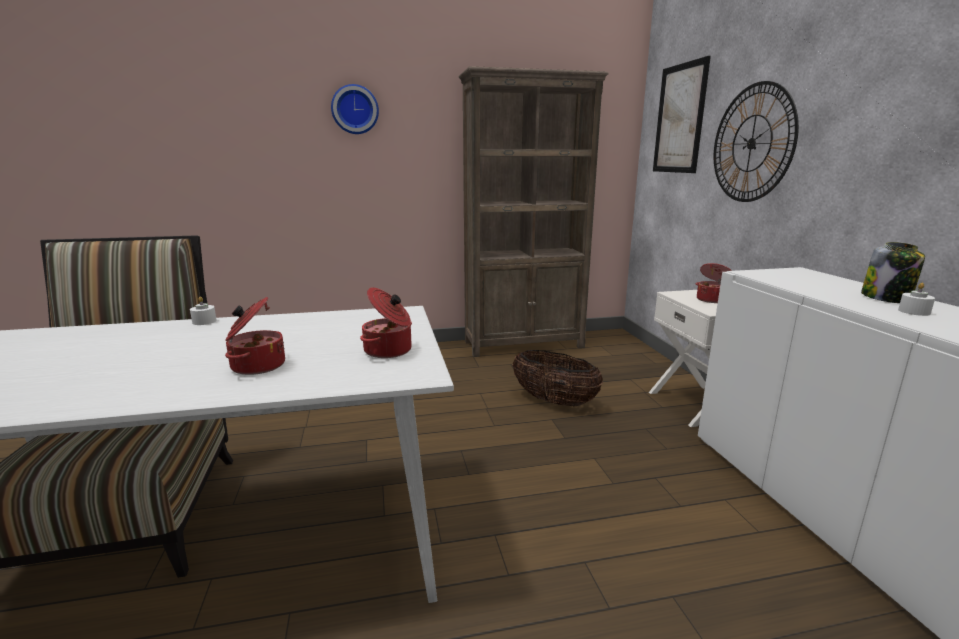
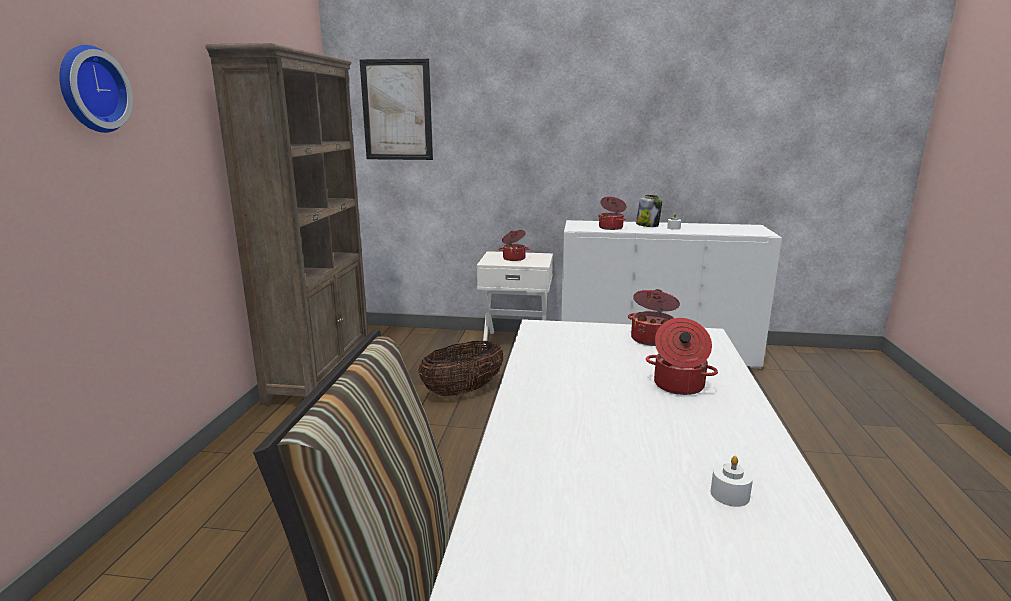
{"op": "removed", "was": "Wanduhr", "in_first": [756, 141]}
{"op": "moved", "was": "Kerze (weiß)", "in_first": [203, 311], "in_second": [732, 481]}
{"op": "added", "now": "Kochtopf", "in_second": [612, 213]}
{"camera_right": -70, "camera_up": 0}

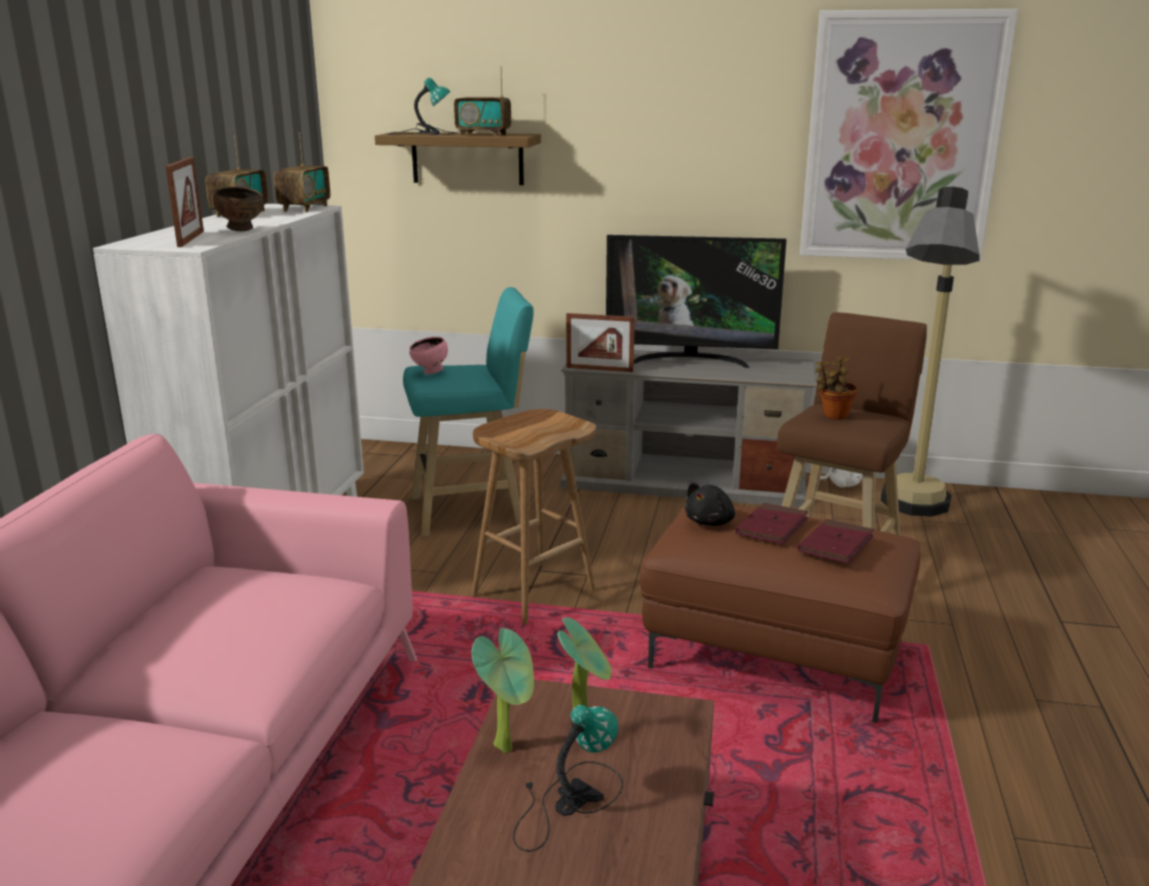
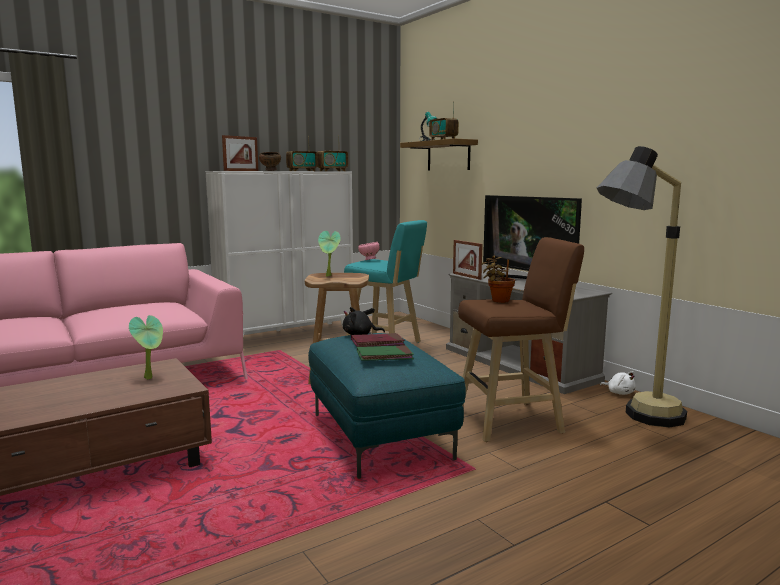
{"op": "removed", "was": "Bild", "in_first": [909, 135]}
{"op": "recoloured", "was": "Polsterhocker (braun)", "now": "Polsterhocker (türkis)", "in_first": [780, 614], "in_second": [387, 406]}
{"op": "recoloured", "was": "Buch (rot)", "now": "Buch (grün)", "in_first": [836, 541], "in_second": [385, 353]}
{"op": "moved", "was": "Topfpflanze", "in_first": [503, 690], "in_second": [329, 254]}
{"op": "removed", "was": "Tischlampe", "in_first": [568, 778]}
{"camera_right": 45, "camera_up": -10}

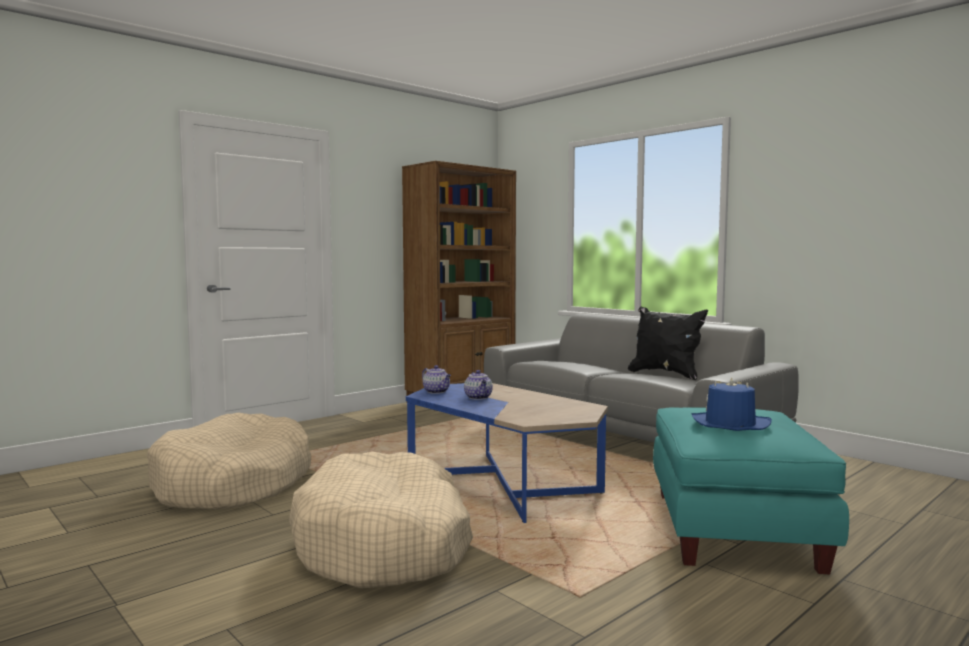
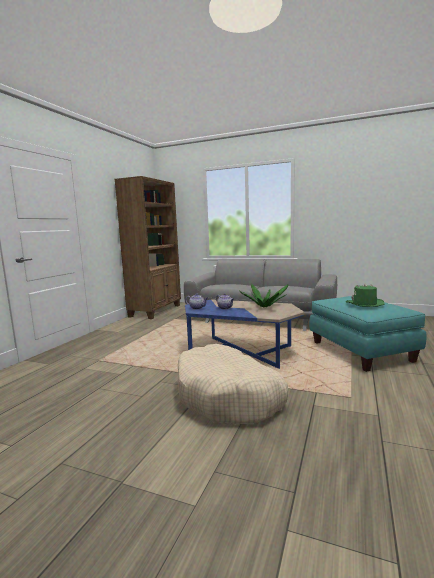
{"op": "removed", "was": "Kissen (schwarz)", "in_first": [668, 343]}
{"op": "recoloured", "was": "Hut (blau)", "now": "Hut (grün)", "in_first": [731, 404], "in_second": [365, 295]}
{"op": "removed", "was": "Hundebett (beige)", "in_first": [229, 460]}
{"op": "added", "now": "Topfpflanze", "in_second": [263, 295]}
{"camera_right": -25, "camera_up": 5}

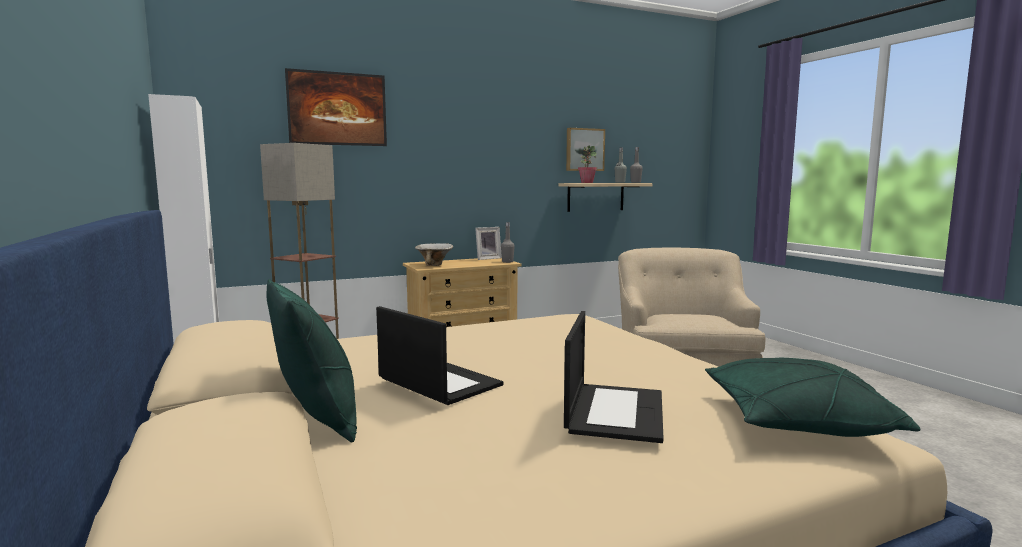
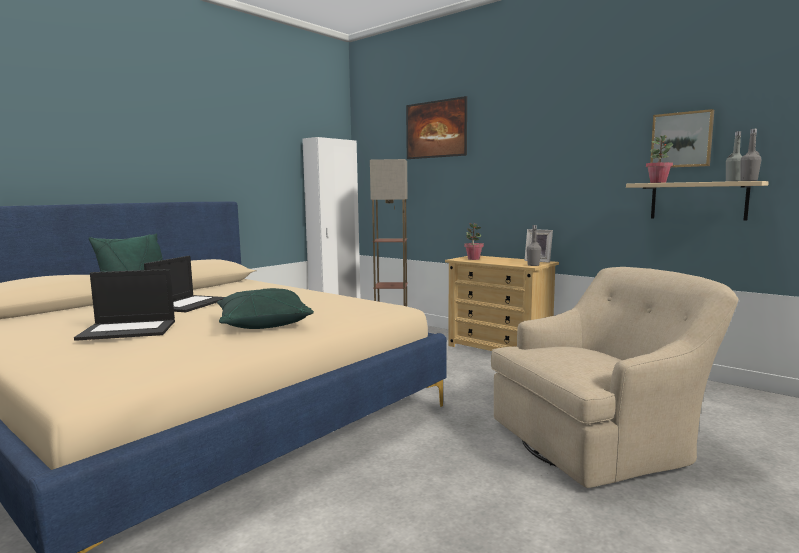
{"op": "replaced", "was": "Schüssel", "now": "Topfpflanze", "in_first": [434, 254], "in_second": [474, 241]}
{"op": "moved", "was": "Kissen (grün)", "in_first": [813, 397], "in_second": [265, 308]}
{"camera_right": 65, "camera_up": 0}

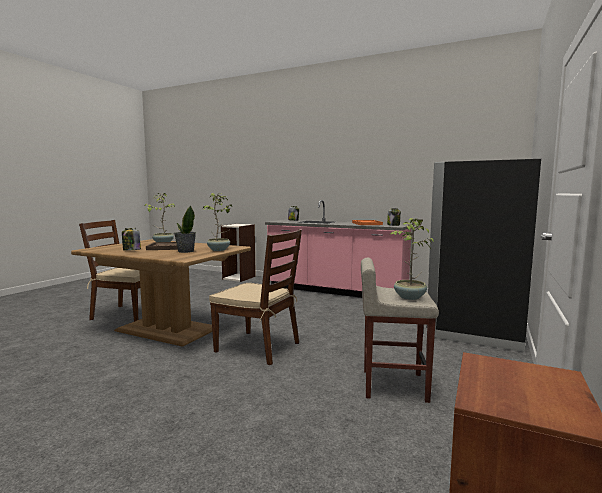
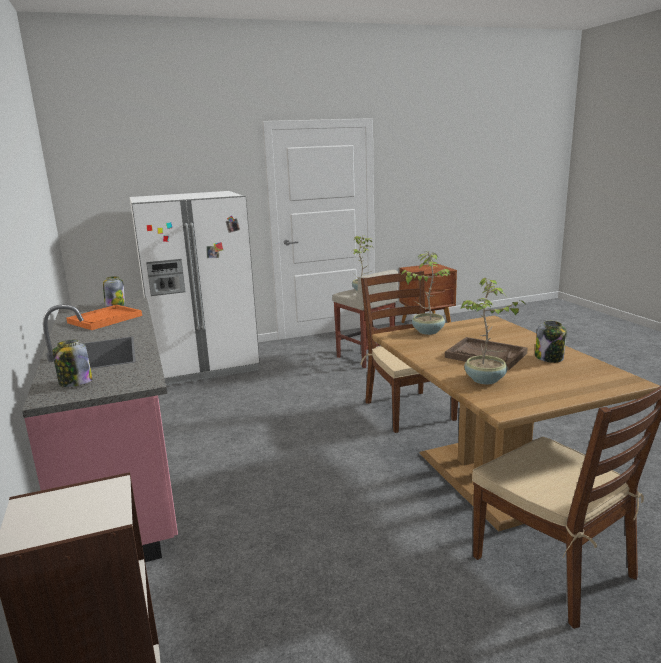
{"op": "recoloured", "was": "Kühlschrank (schwarz)", "now": "Kühlschrank (weiß)", "in_first": [483, 255], "in_second": [195, 288]}
{"op": "removed", "was": "Topfpflanze", "in_first": [185, 229]}
{"camera_right": -135, "camera_up": 10}

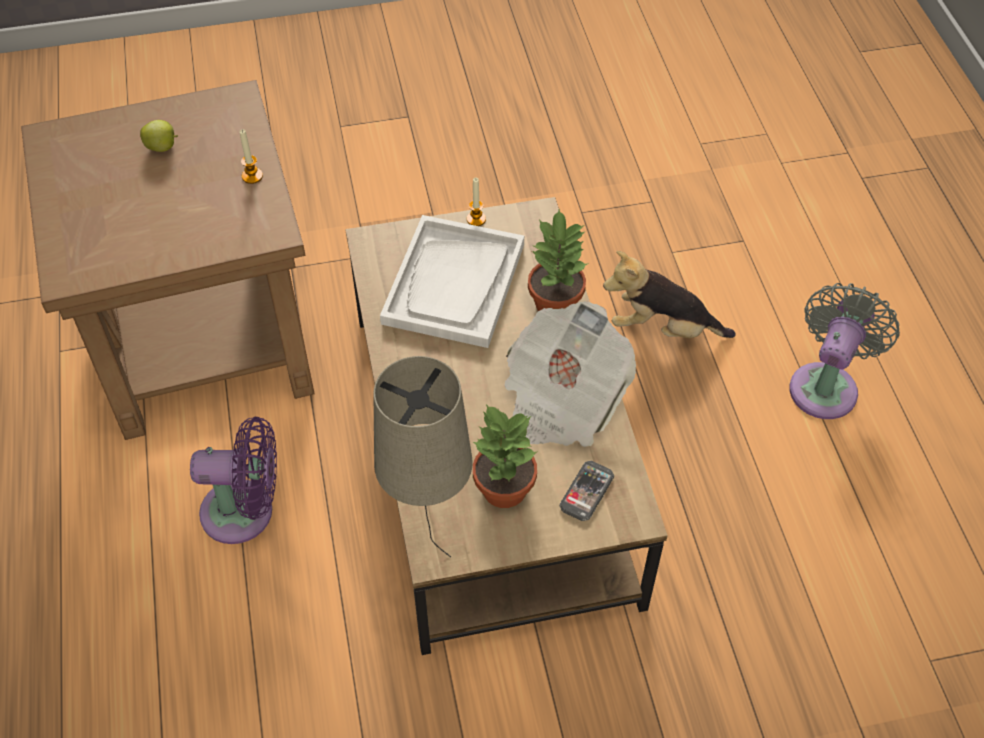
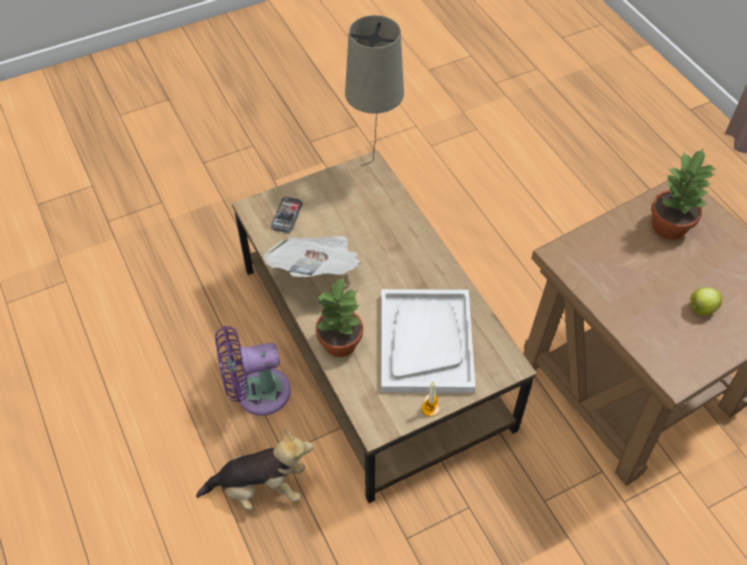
{"op": "removed", "was": "Kerze", "in_first": [251, 156]}
{"op": "removed", "was": "Ventilator (grau)", "in_first": [844, 351]}
{"op": "moved", "was": "Topfpflanze", "in_first": [505, 456], "in_second": [684, 194]}
{"op": "moved", "was": "Ventilator (lila)", "in_first": [233, 480], "in_second": [253, 371]}
{"camera_right": 165, "camera_up": 0}

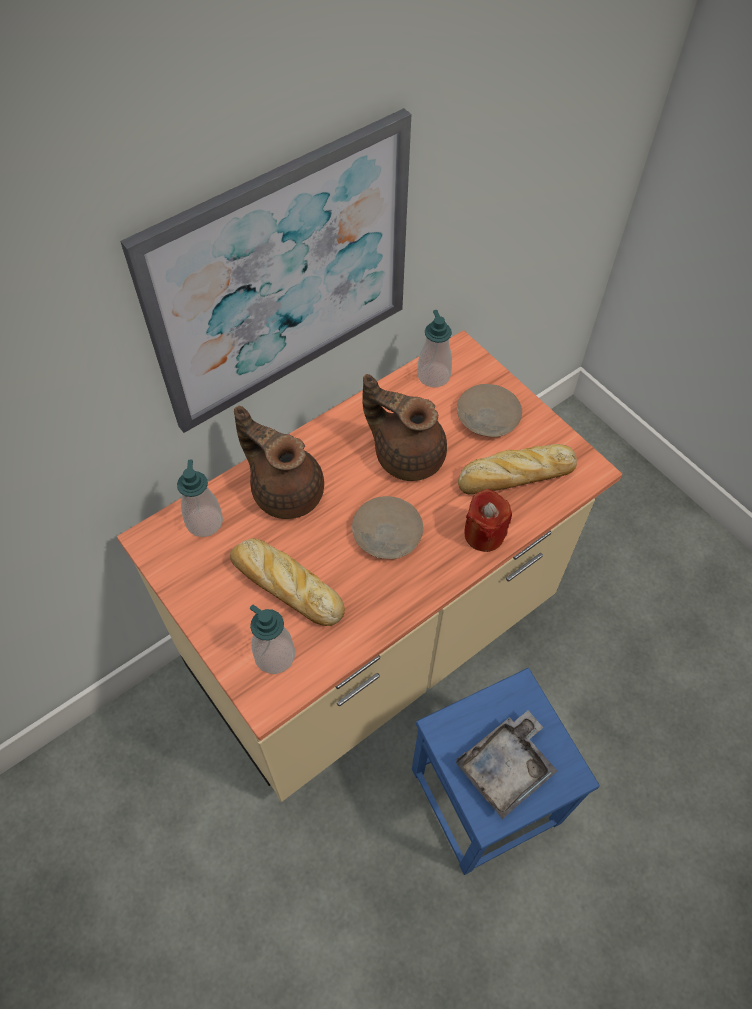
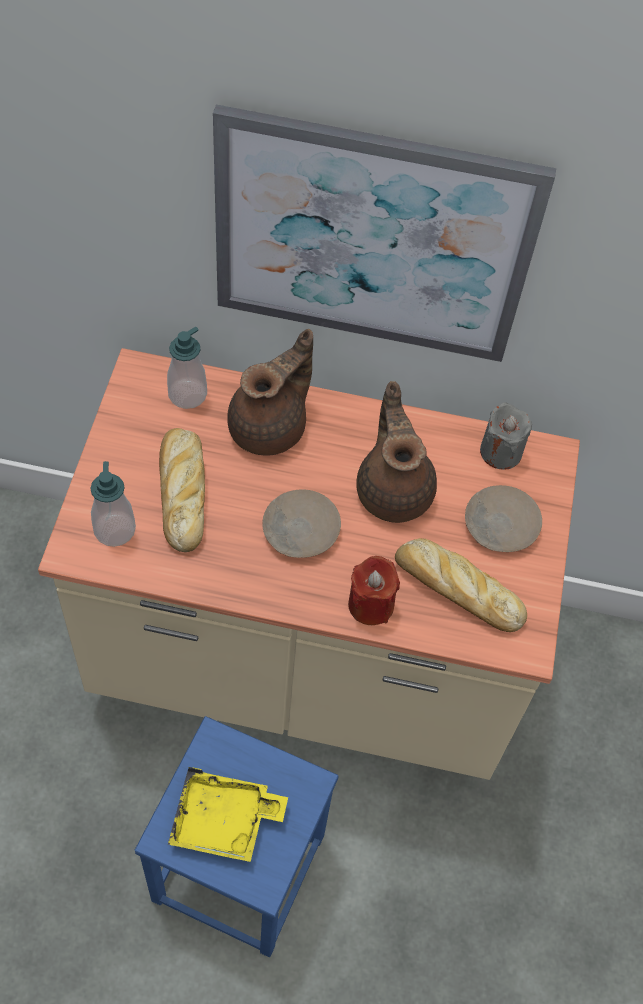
{"op": "replaced", "was": "Seifenspender", "now": "Kerze (grau)", "in_first": [434, 348], "in_second": [506, 435]}
{"op": "turned", "was": "Teekanne (braun)", "in_first": [279, 462], "in_second": [270, 392], "clockwise": 45}
{"op": "recoloured", "was": "Tablett (grau)", "now": "Tablett (gelb)", "in_first": [506, 765], "in_second": [228, 814]}
{"camera_right": 45, "camera_up": 0}

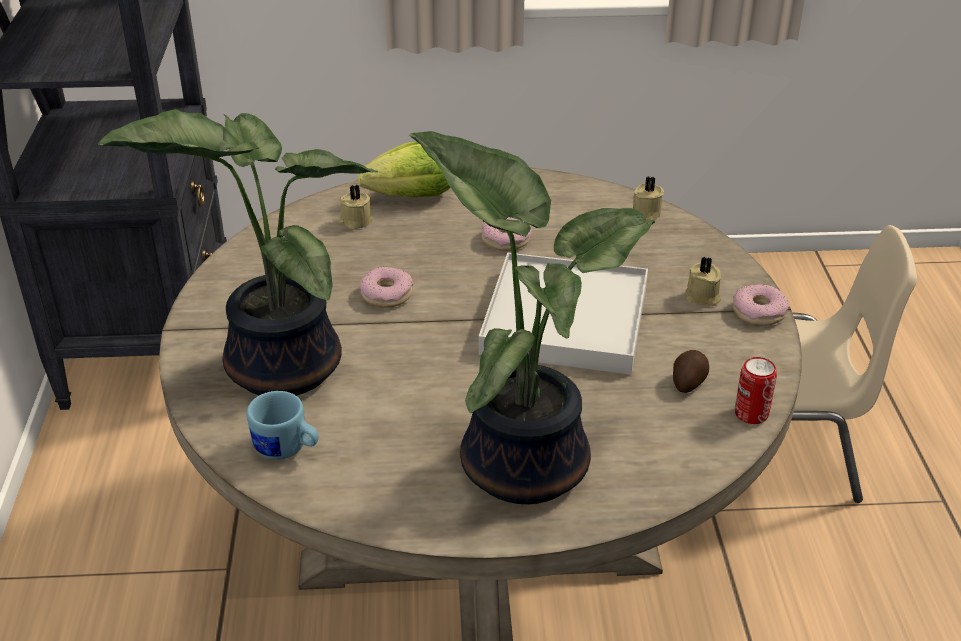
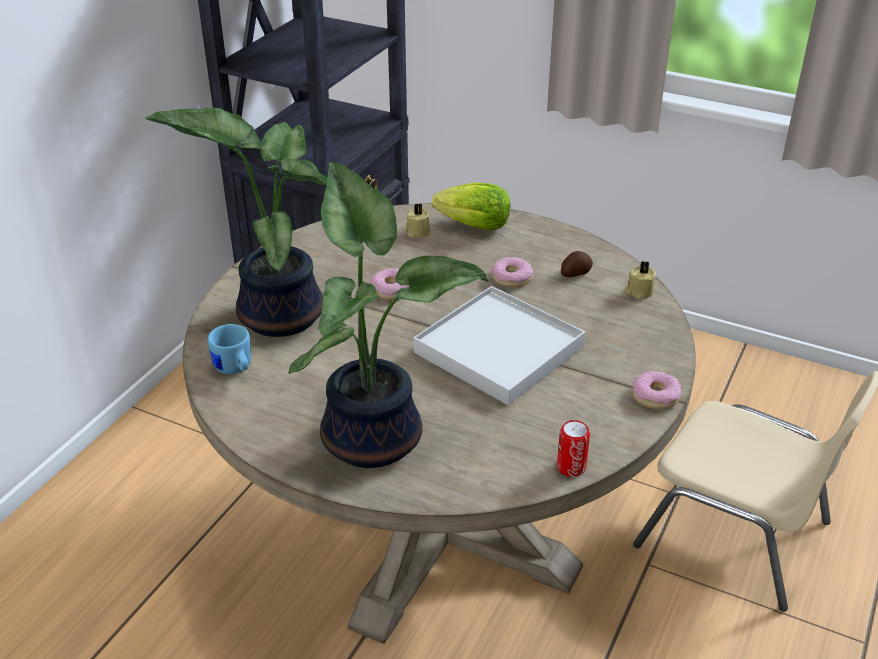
{"op": "removed", "was": "Kerze (beige)", "in_first": [703, 281]}
{"op": "moved", "was": "Kartoffel", "in_first": [691, 371], "in_second": [577, 264]}
{"camera_right": 30, "camera_up": 0}

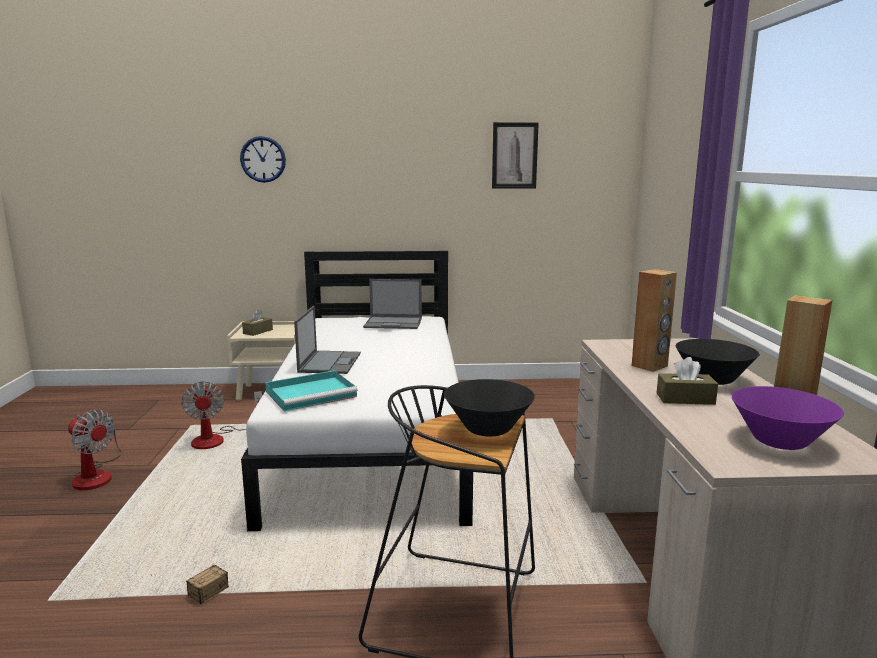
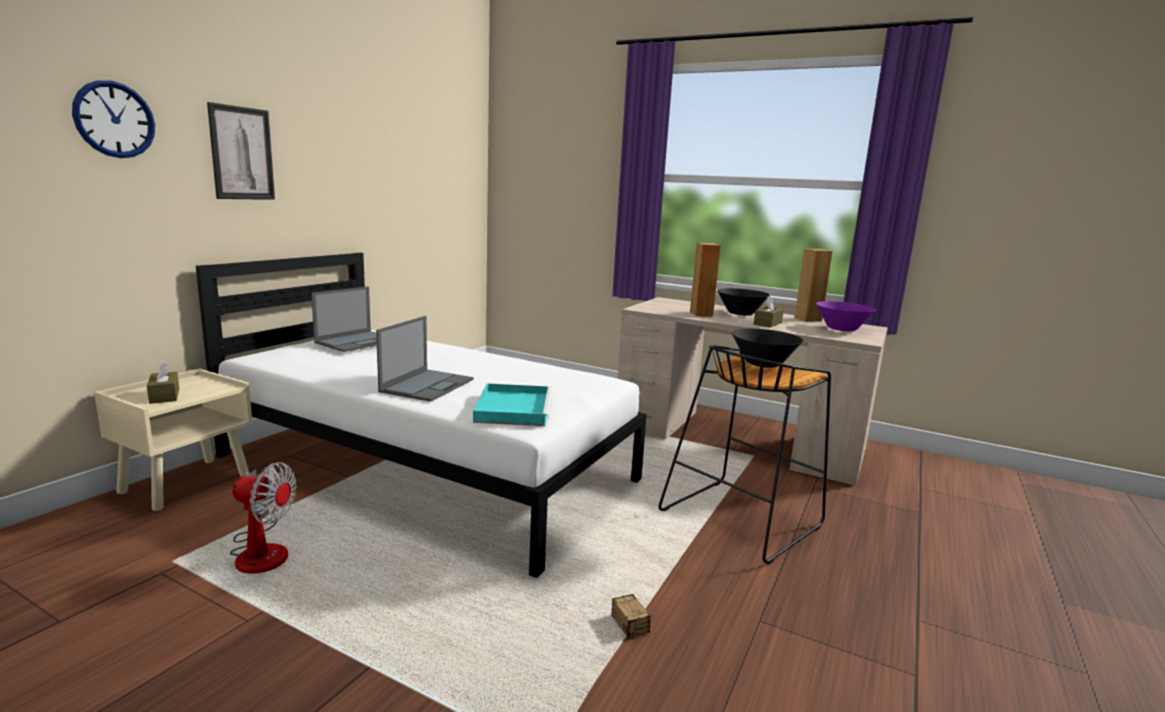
{"op": "moved", "was": "Bild", "in_first": [515, 155], "in_second": [241, 151]}
{"op": "turned", "was": "Laptop", "in_first": [327, 340], "in_second": [425, 359], "clockwise": 75}
{"op": "removed", "was": "Ventilator", "in_first": [95, 449]}
{"camera_right": -60, "camera_up": 0}

